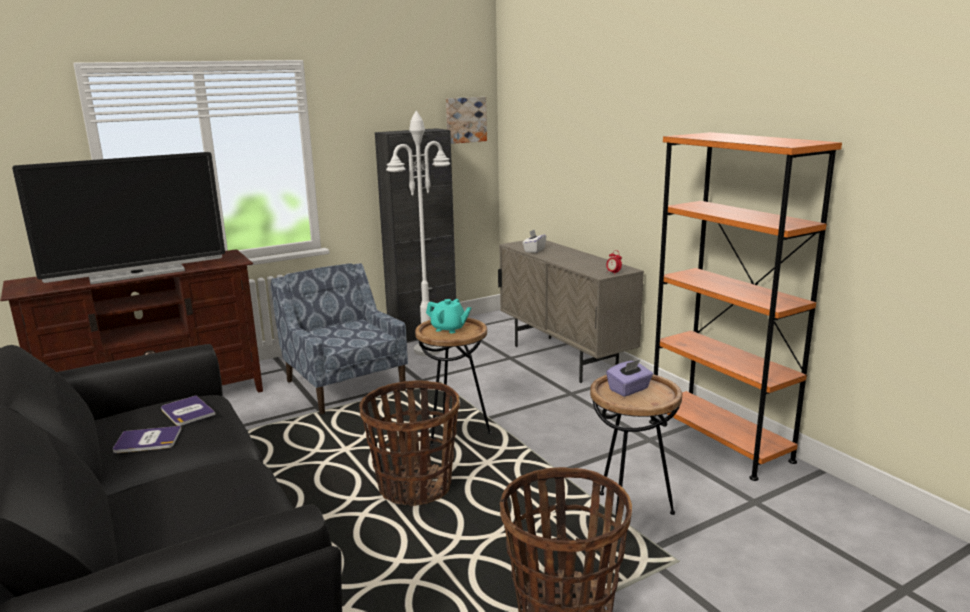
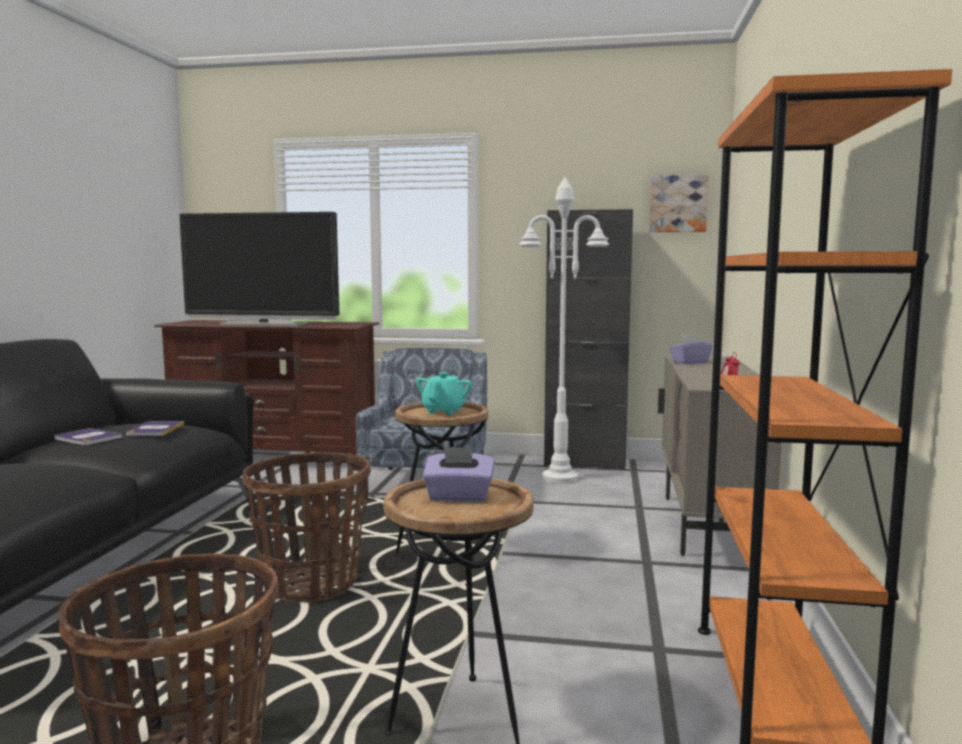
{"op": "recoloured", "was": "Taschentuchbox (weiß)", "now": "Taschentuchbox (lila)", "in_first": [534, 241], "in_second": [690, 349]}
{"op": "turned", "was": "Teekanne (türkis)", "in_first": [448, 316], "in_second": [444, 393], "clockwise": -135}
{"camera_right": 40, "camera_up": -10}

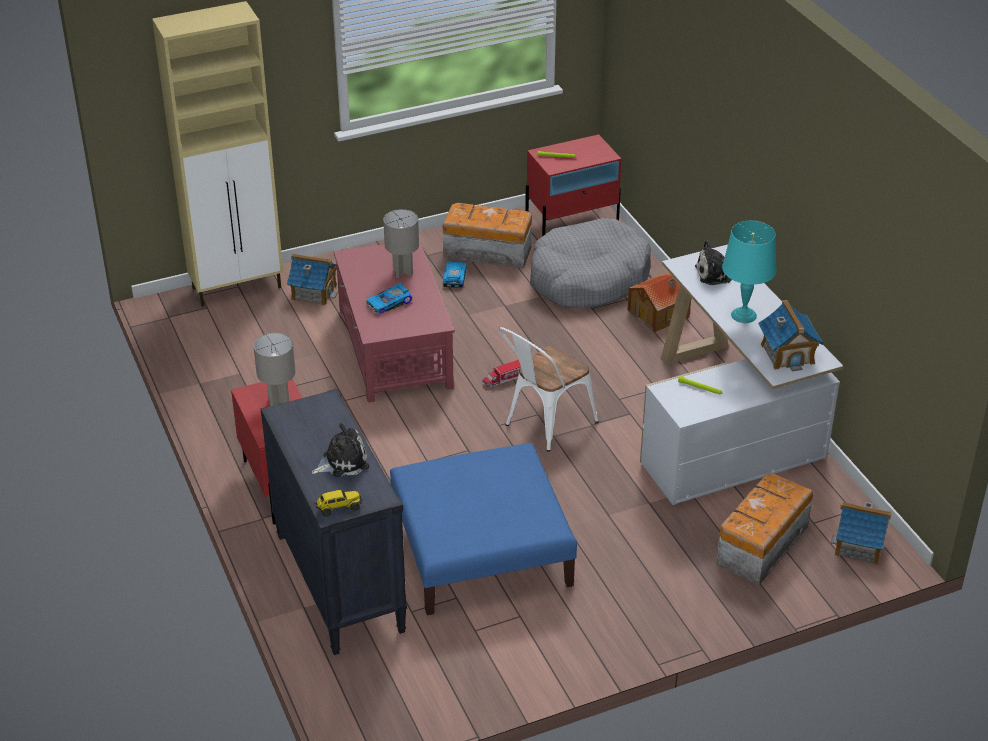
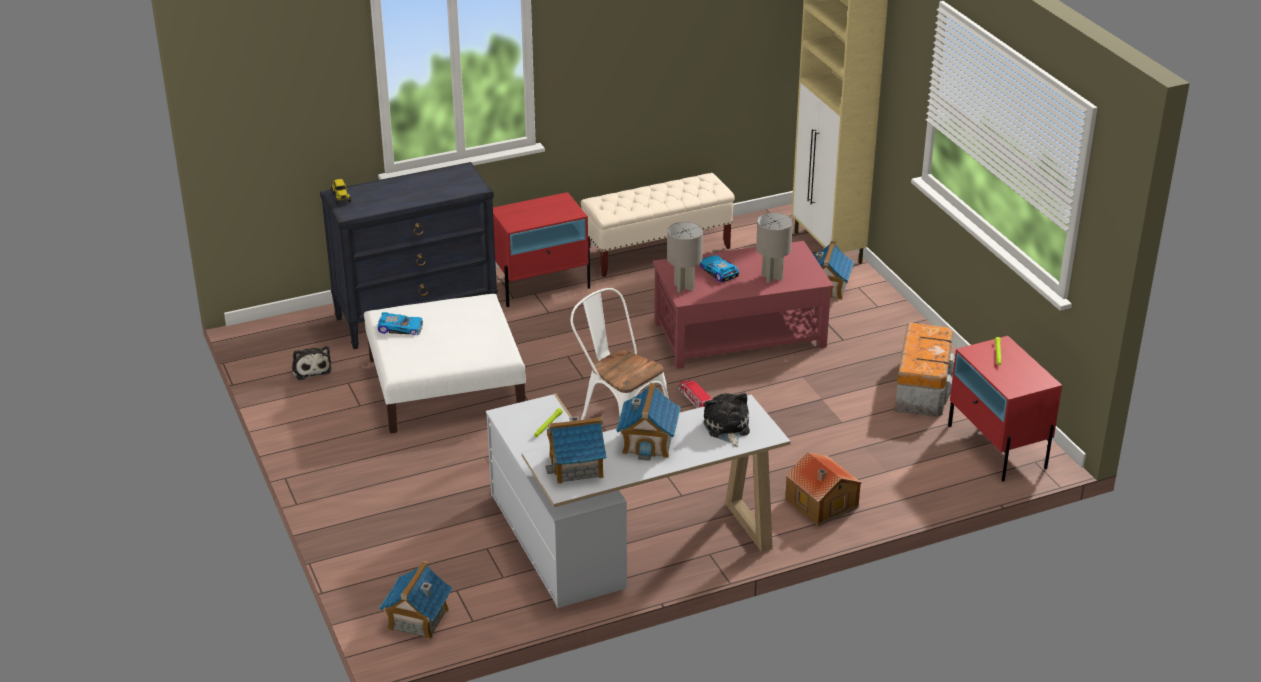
{"op": "removed", "was": "Hundebett (grau)", "in_first": [590, 263]}
{"op": "replaced", "was": "Tischlampe (türkis)", "now": "Spielzeughaus", "in_first": [749, 272], "in_second": [648, 422]}
{"op": "moved", "was": "Spielzeugauto", "in_first": [455, 274], "in_second": [400, 323]}
{"op": "moved", "was": "Tischlampe (grau)", "in_first": [275, 370], "in_second": [685, 257]}
{"op": "moved", "was": "Plüschtier", "in_first": [340, 450], "in_second": [312, 363]}
{"op": "recoloured", "was": "Polsterhocker (blau)", "now": "Polsterhocker (weiß)", "in_first": [483, 529], "in_second": [445, 363]}
{"op": "removed", "was": "Aufbewahrungsbox", "in_first": [765, 529]}
{"op": "added", "now": "Bank (beige)", "in_second": [658, 225]}
{"camera_right": 90, "camera_up": -5}

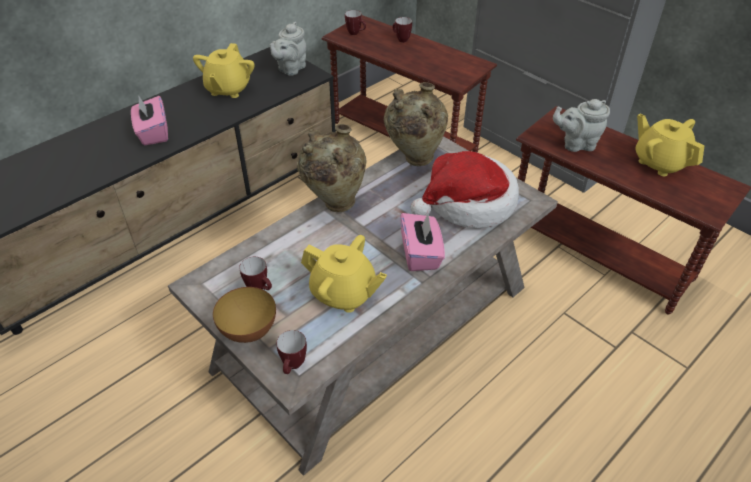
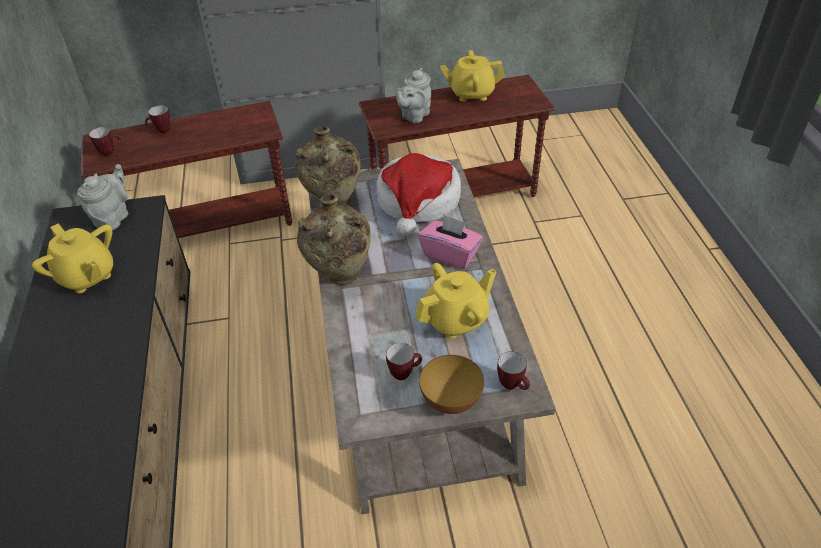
{"op": "turned", "was": "Teekanne (grau)", "in_first": [288, 49], "in_second": [102, 197], "clockwise": -135}
{"op": "removed", "was": "Taschentuchbox (rosa)", "in_first": [149, 120]}
{"camera_right": -55, "camera_up": 0}

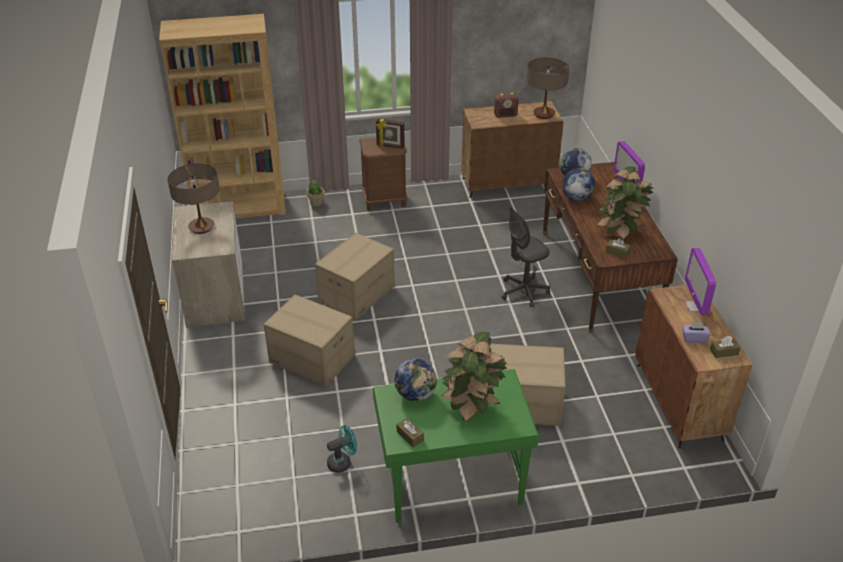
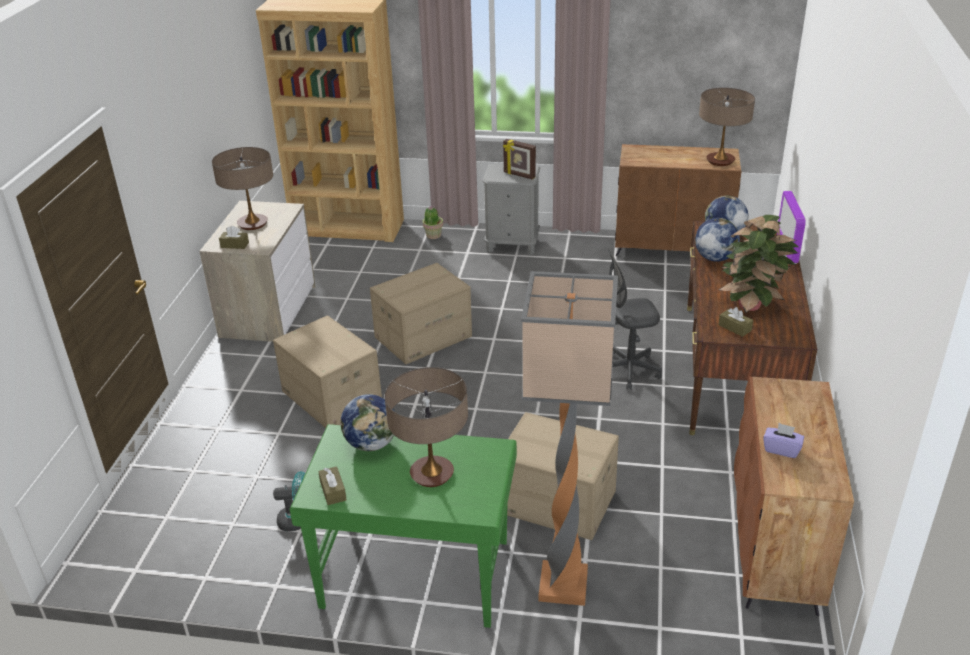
{"op": "removed", "was": "Radio", "in_first": [506, 105]}
{"op": "recoloured", "was": "Nachttisch (braun)", "now": "Nachttisch (grau)", "in_first": [383, 174], "in_second": [511, 209]}
{"op": "removed", "was": "Monitor", "in_first": [700, 281]}
{"op": "replaced", "was": "Topfpflanze", "now": "Tischlampe", "in_first": [474, 377], "in_second": [426, 427]}
{"op": "moved", "was": "Taschentuchbox (braun)", "in_first": [725, 347], "in_second": [234, 237]}
{"op": "added", "now": "Stehlampe", "in_second": [569, 438]}
{"camera_right": 20, "camera_up": -5}

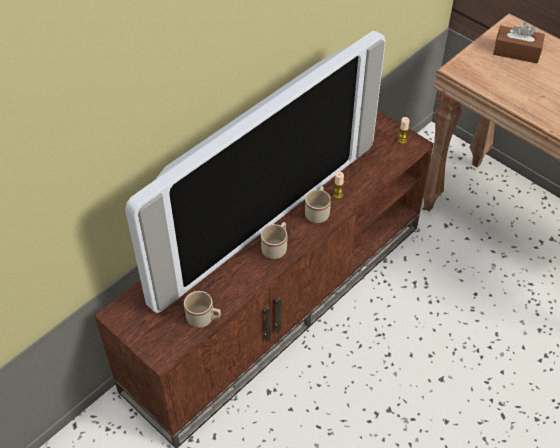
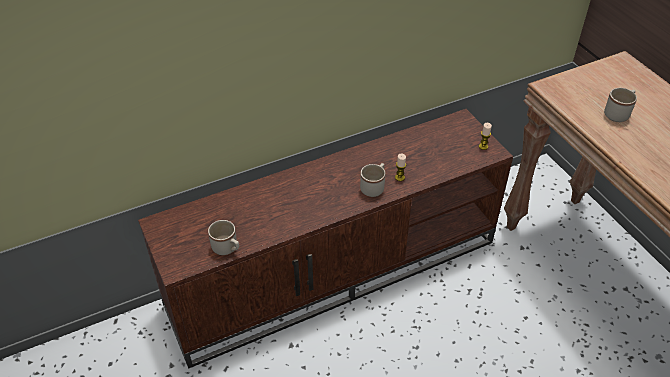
{"op": "removed", "was": "Taschentuchbox (braun)", "in_first": [519, 42]}
{"op": "removed", "was": "Fernseher", "in_first": [255, 172]}
{"op": "moved", "was": "Henkelbecher (beige)", "in_first": [274, 240], "in_second": [620, 105]}
{"camera_right": 20, "camera_up": -5}

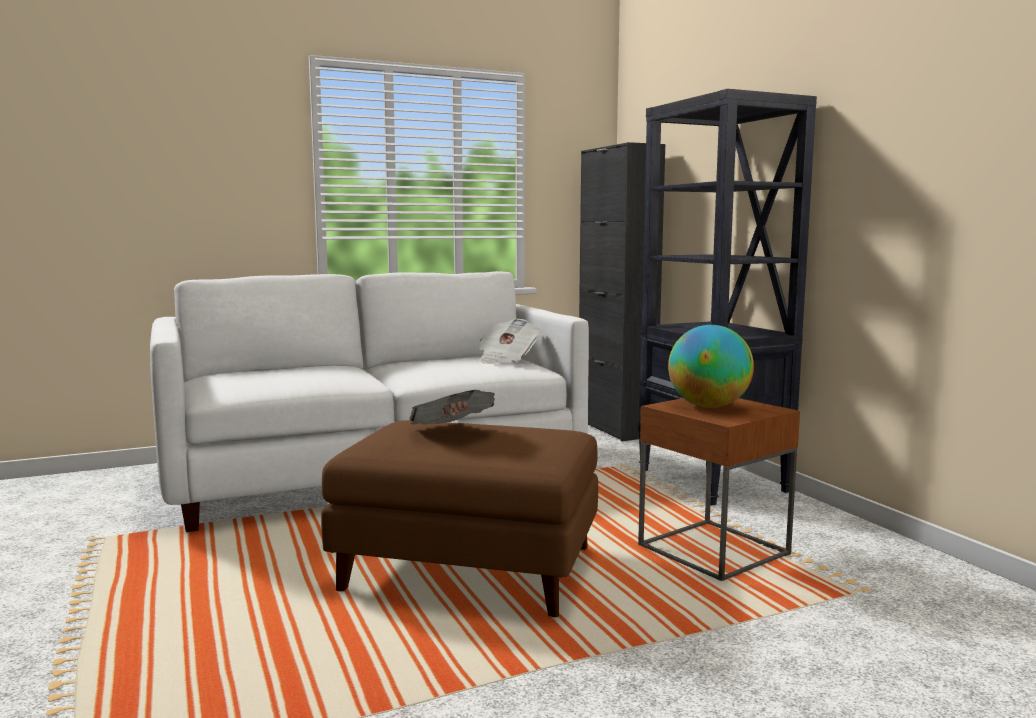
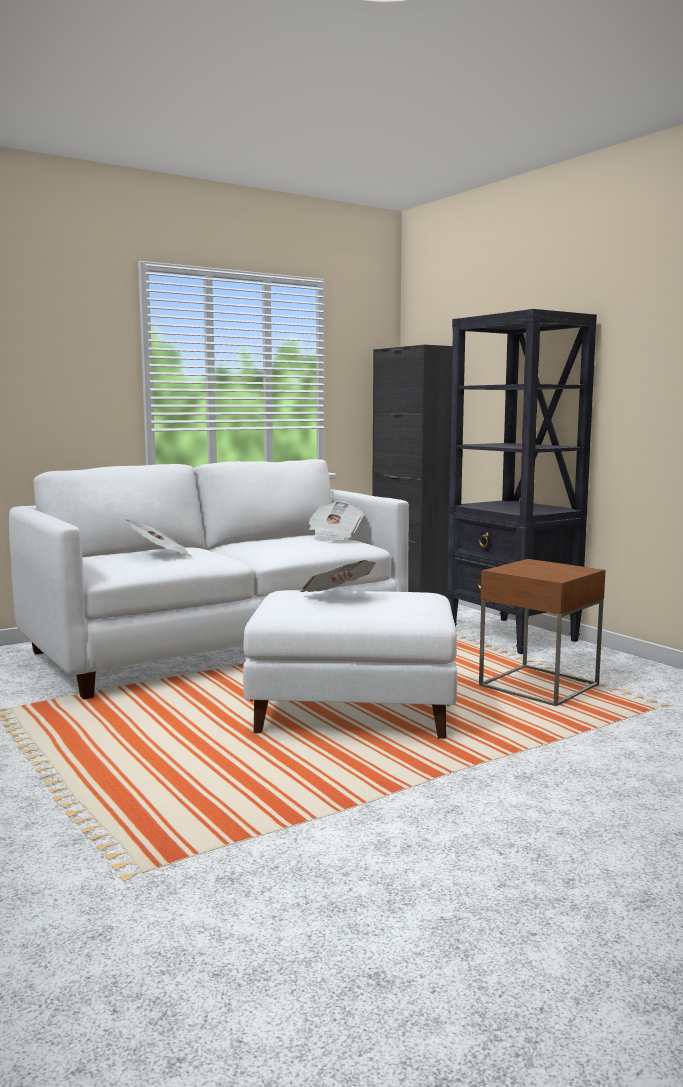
{"op": "removed", "was": "Globus", "in_first": [711, 366]}
{"op": "recoloured", "was": "Polsterhocker (braun)", "now": "Polsterhocker (weiß)", "in_first": [459, 518], "in_second": [350, 664]}
{"op": "added", "now": "Zeitung", "in_second": [157, 537]}
{"camera_right": -10, "camera_up": 0}

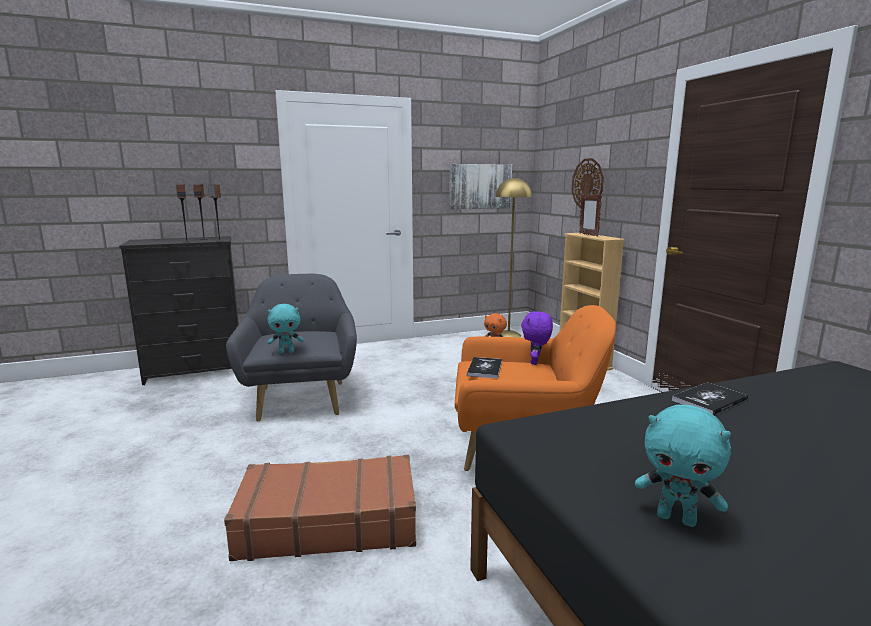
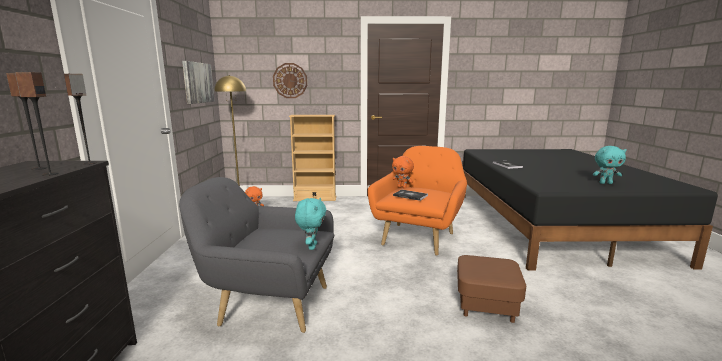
{"op": "removed", "was": "Bilderrahmen", "in_first": [590, 215]}
{"op": "recoloured", "was": "Plüschtier (lila)", "now": "Plüschtier (orange)", "in_first": [537, 338], "in_second": [403, 172]}
{"op": "turned", "was": "Plüschtier (türkis)", "in_first": [683, 466], "in_second": [610, 165], "clockwise": 45}
{"op": "replaced", "was": "Koffer (braun)", "now": "Polsterhocker (braun)", "in_first": [320, 508], "in_second": [491, 289]}
{"camera_right": -70, "camera_up": 0}

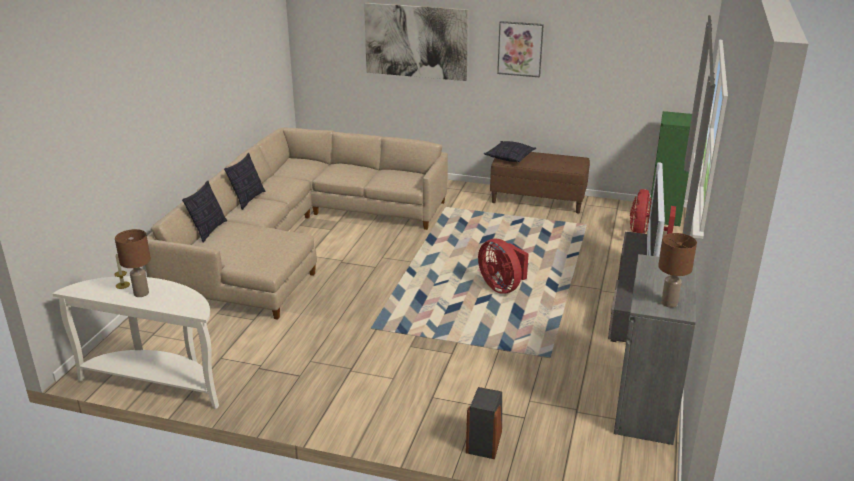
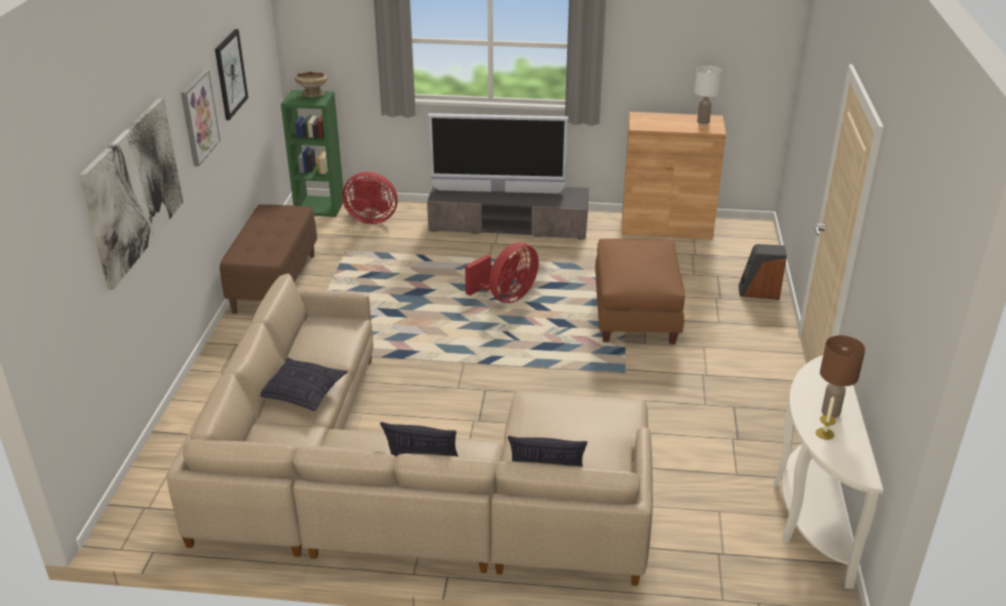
{"op": "moved", "was": "Kissen", "in_first": [510, 151], "in_second": [303, 384]}
{"op": "recoloured", "was": "Tischlampe (braun)", "now": "Tischlampe (weiß)", "in_first": [677, 270], "in_second": [708, 94]}
{"op": "recoloured", "was": "Schrank (grau)", "now": "Schrank (braun)", "in_first": [655, 349], "in_second": [674, 176]}
{"op": "added", "now": "Bild", "in_second": [231, 74]}
{"op": "added", "now": "Schüssel (beige)", "in_second": [311, 84]}
{"op": "added", "now": "Polsterhocker (braun)", "in_second": [640, 291]}
{"camera_right": -100, "camera_up": 5}

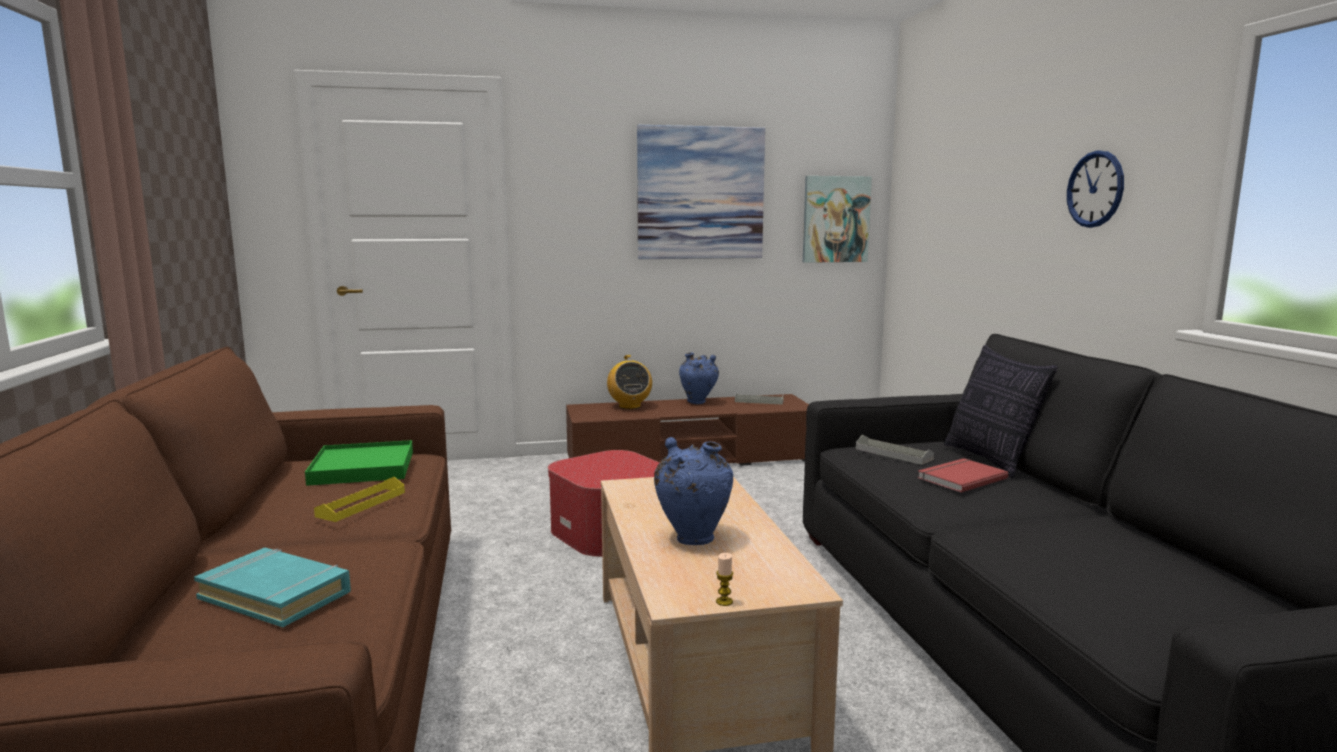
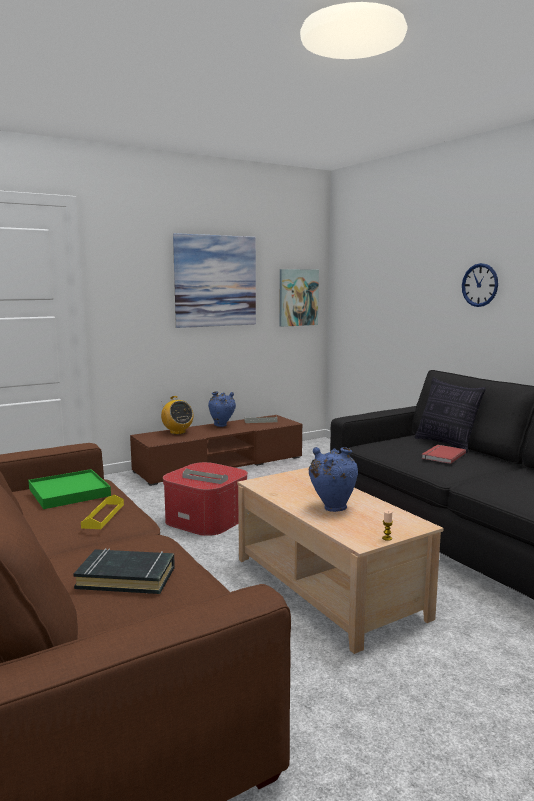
{"op": "moved", "was": "Tablett (grau)", "in_first": [895, 450], "in_second": [205, 476]}
{"op": "recoloured", "was": "Buch (türkis)", "now": "Buch (schwarz)", "in_first": [272, 587], "in_second": [124, 571]}
{"camera_right": -20, "camera_up": 0}

